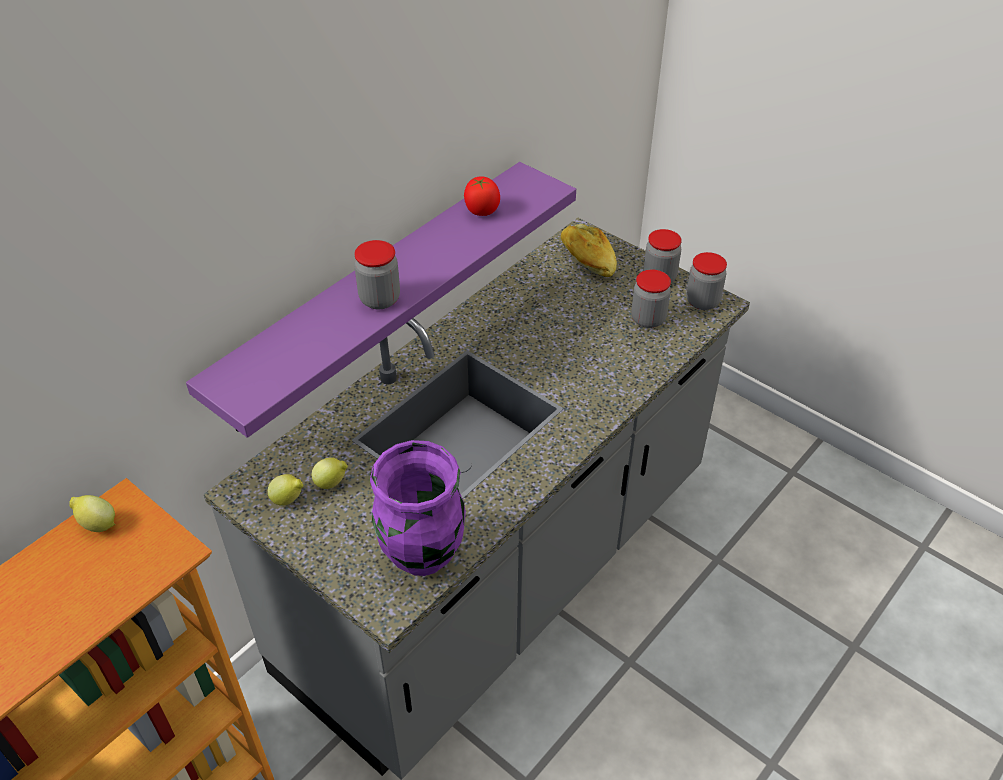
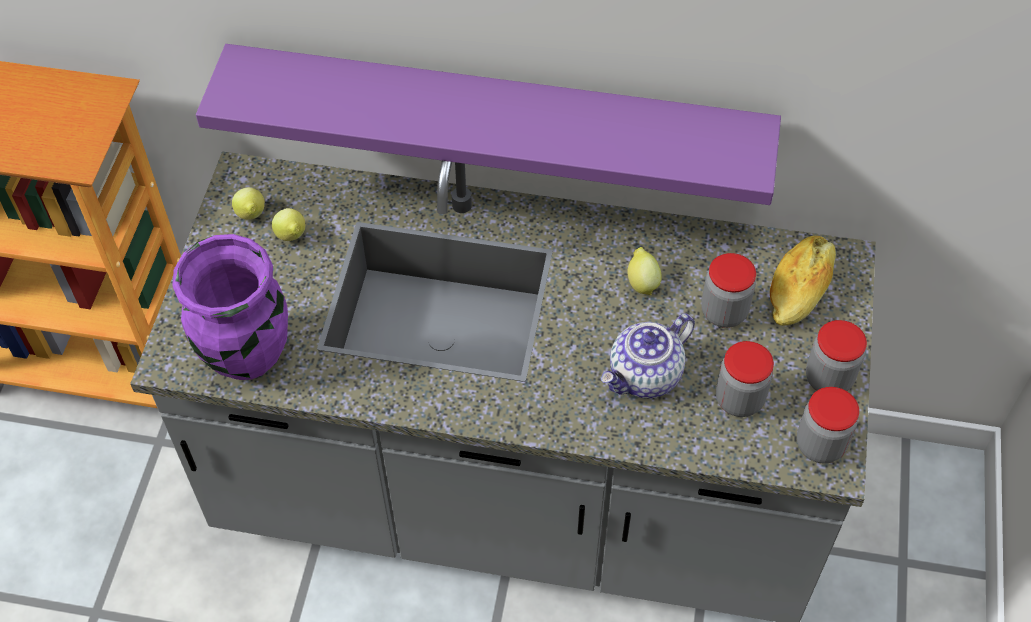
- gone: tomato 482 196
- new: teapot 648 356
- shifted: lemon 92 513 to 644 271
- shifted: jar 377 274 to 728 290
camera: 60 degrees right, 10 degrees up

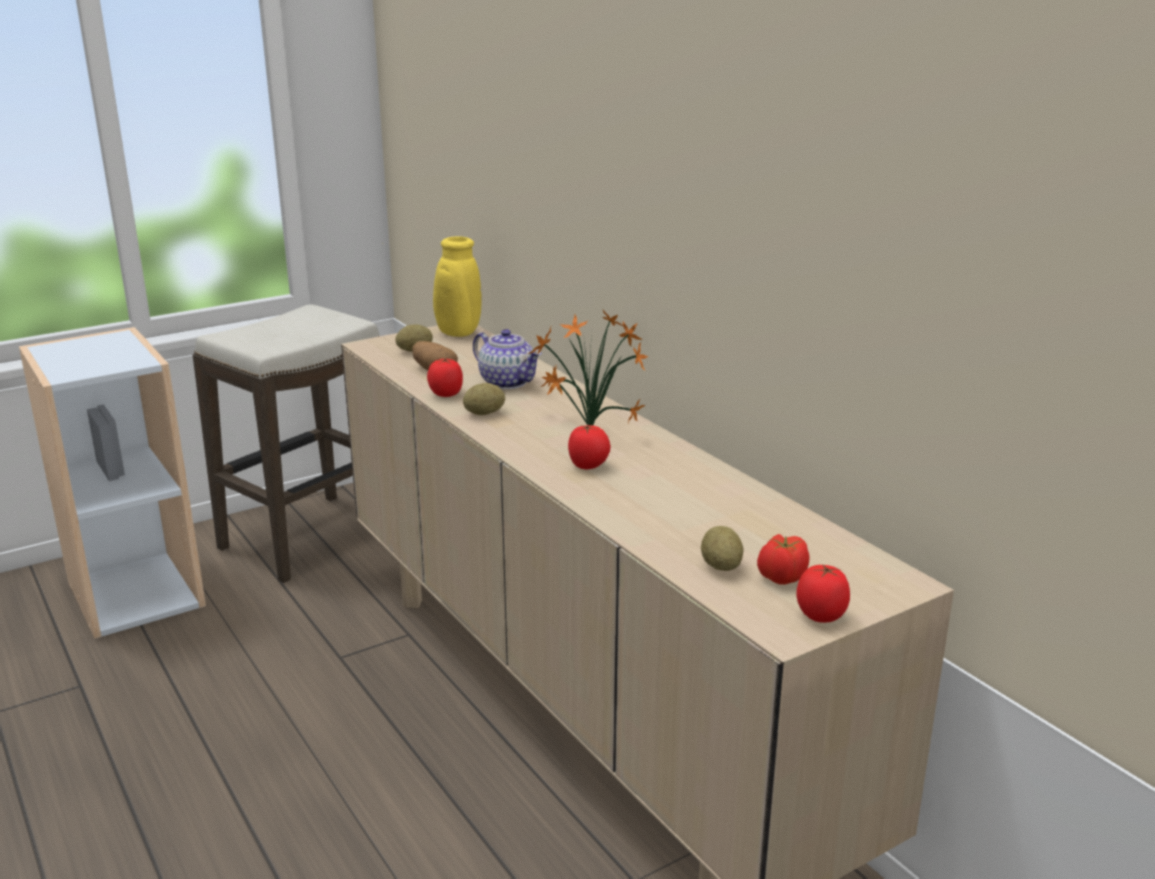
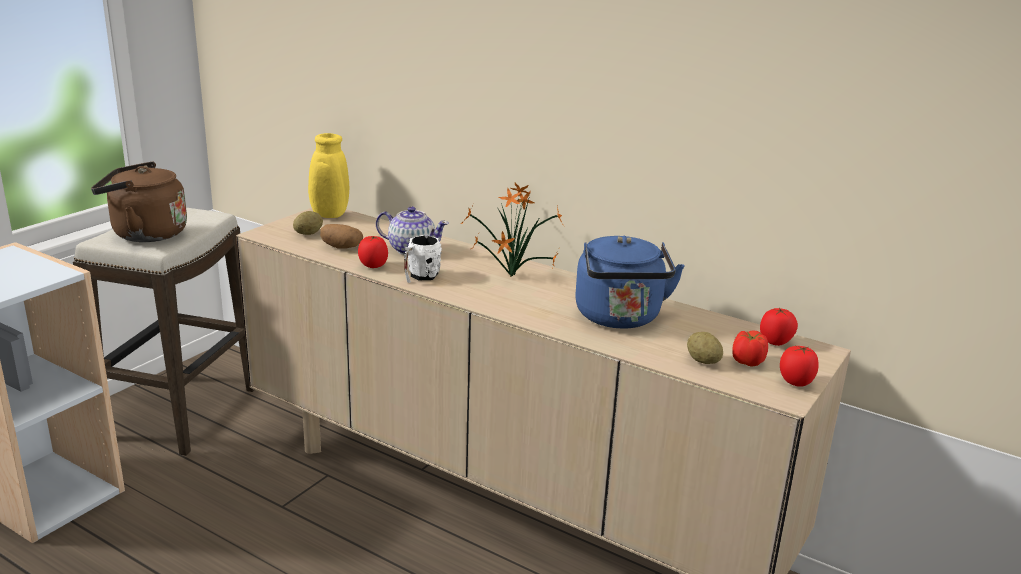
- new: brown kettle 139 202
- new: blue kettle 630 282
- shifted: tomato 589 447 to 779 327
- swapped: potato 484 399 to white mug 423 259
camera: 25 degrees left, 0 degrees up

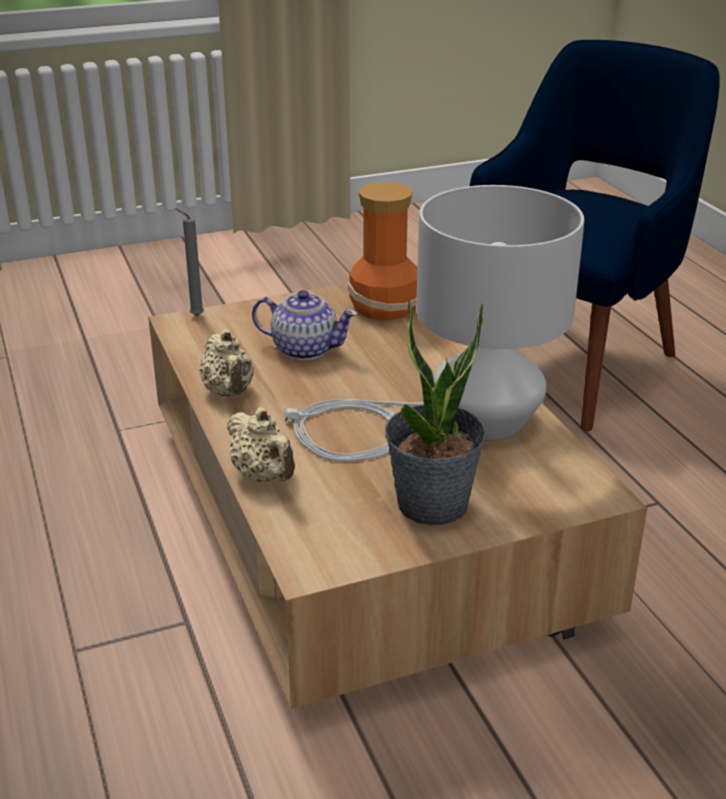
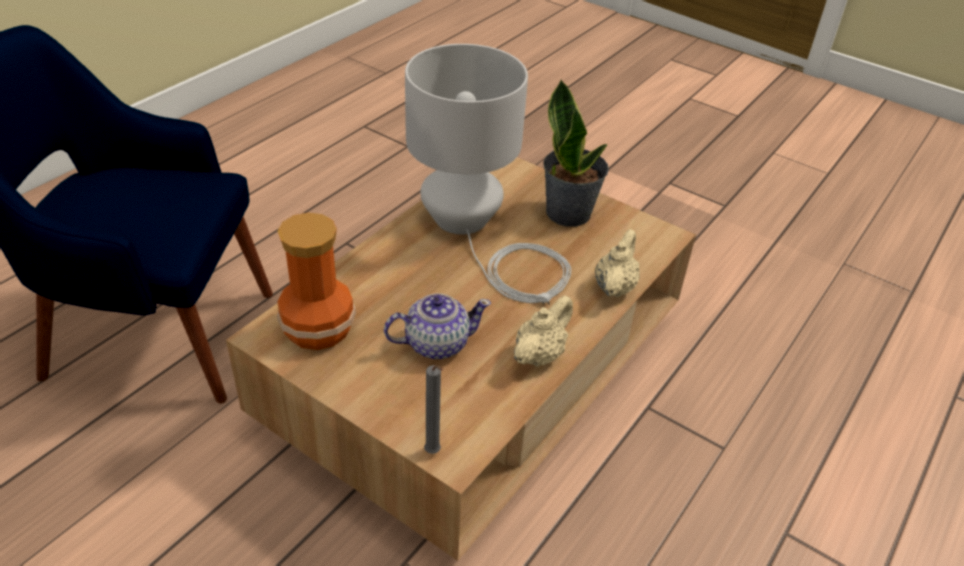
- rotated: teapot 305 325 = 437 326 90 degrees clockwise
camera: 125 degrees left, 10 degrees up

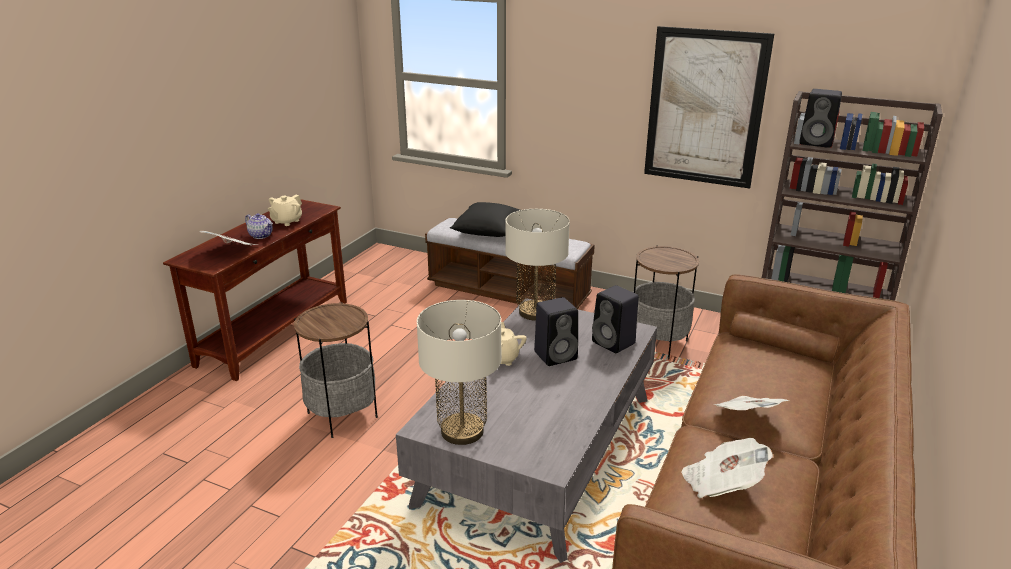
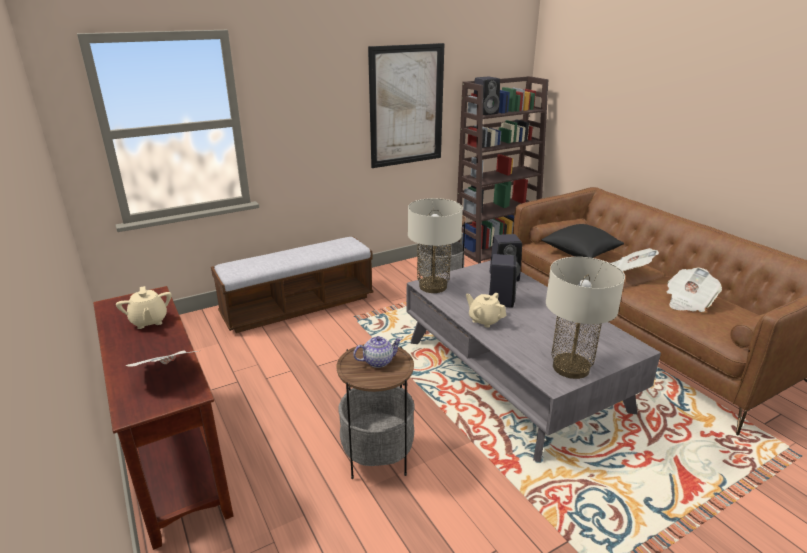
- shifted: teapot 259 226 to 377 352
- shifted: black pillow 485 219 to 582 241
camera: 55 degrees left, 0 degrees up

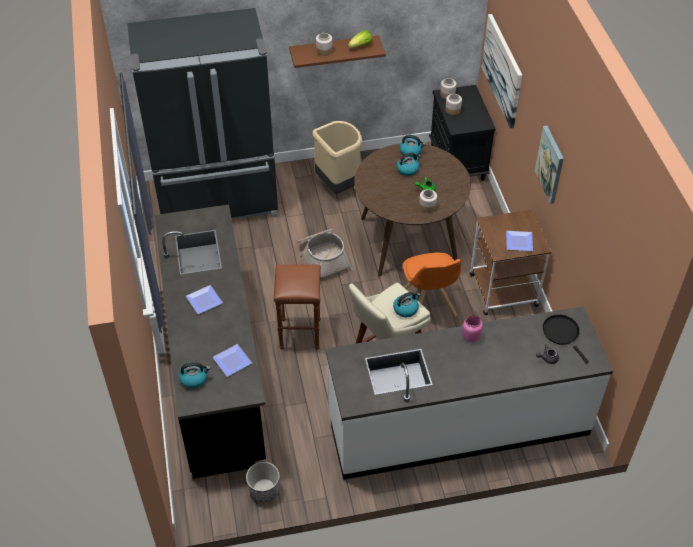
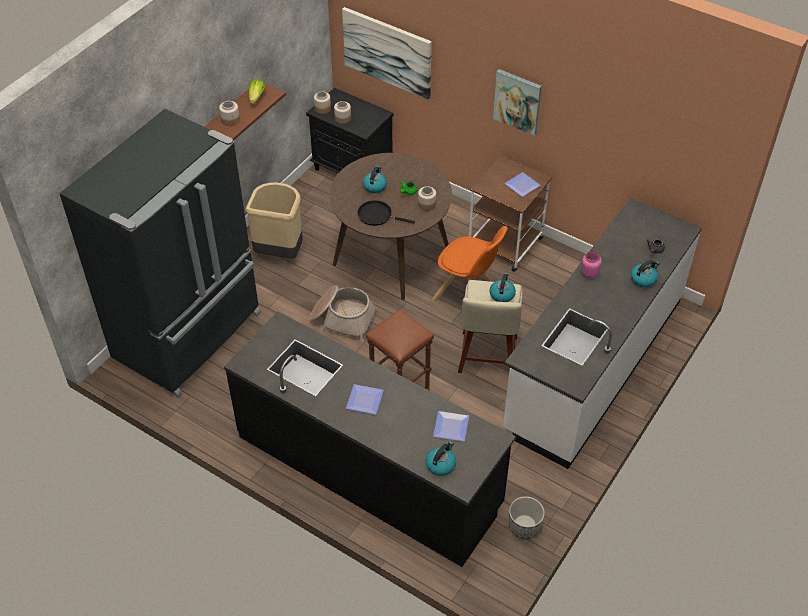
- shifted: kettle 413 146 to 645 274
- shifted: black frying pan 566 339 to 386 213
camera: 45 degrees left, 0 degrees up

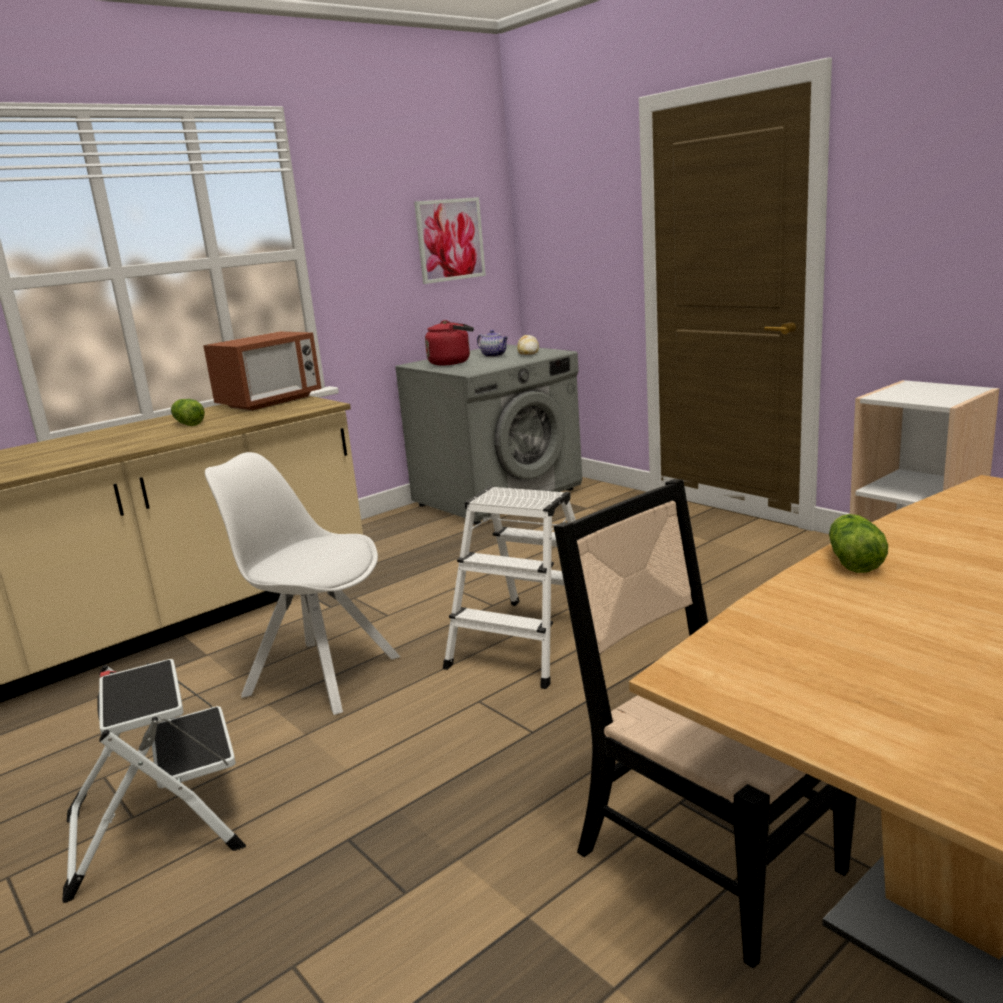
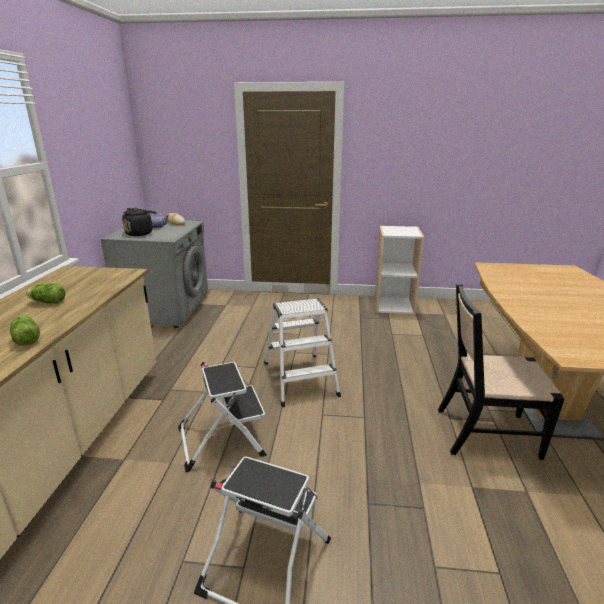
- gone: microwave 262 371
- gone: picture 450 240
- shifted: lettuce 858 543 to 25 331
- swapped: white chair 302 583 to step ladder 222 417
- repainted: red kettle 449 343 to black kettle 139 222
camera: 45 degrees left, 5 degrees up

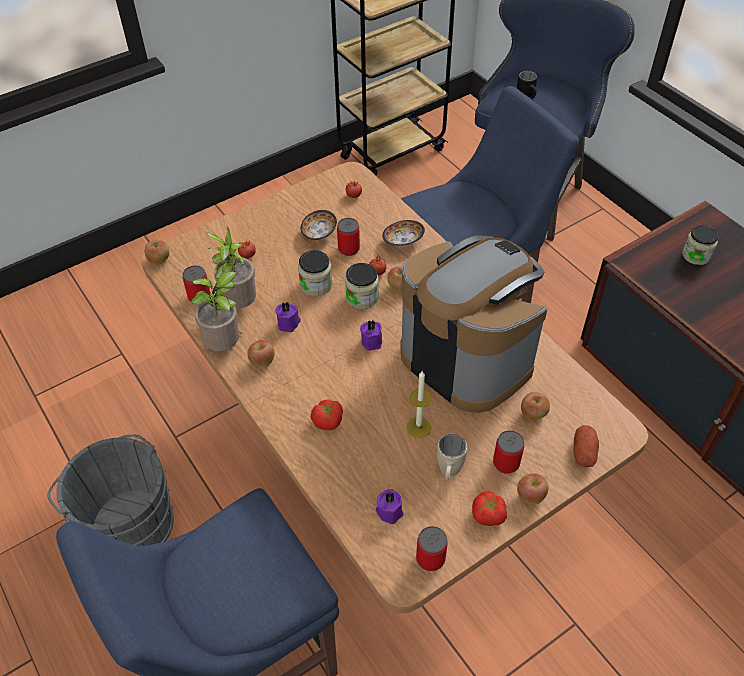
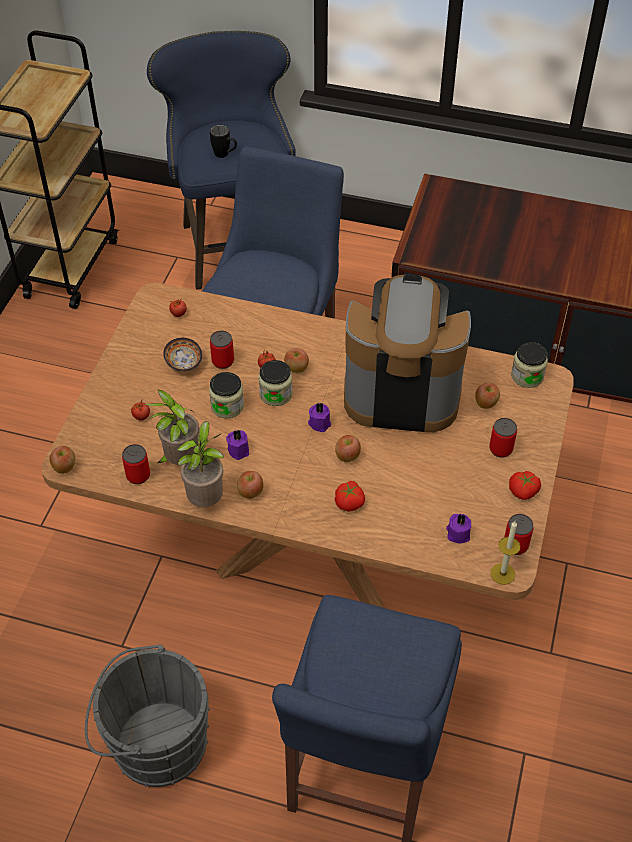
- gone: bowl 403 233
- gone: beige mug 452 457
- gone: potato 586 446
- shifted: candle 419 404 to 505 553
- shifted: apple 532 488 to 348 448
- shifted: jar 700 245 to 529 365
camera: 40 degrees left, 0 degrees up

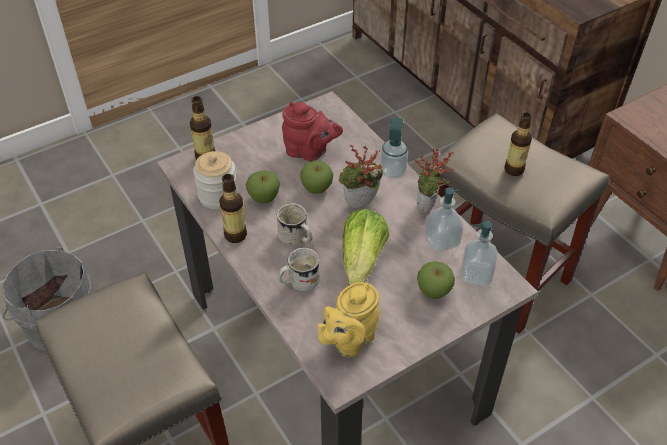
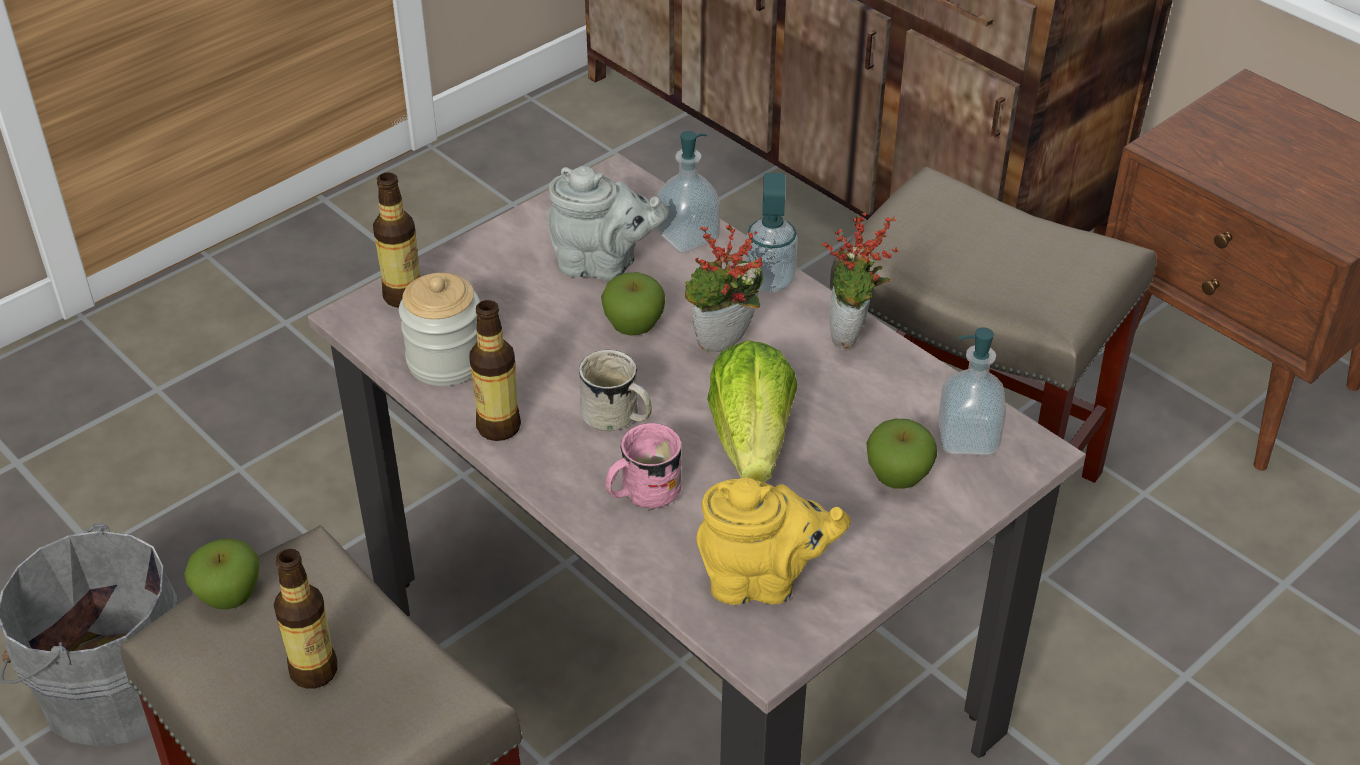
- shifted: apple 262 187 to 222 574
- shifted: soap dispenser 443 220 to 688 192
- shifted: bottle 518 144 to 305 619
- repainted: white mug 299 269 to pink mug 643 467
- repainted: red teapot 312 132 to grey teapot 608 223
- rotated: yellow teapot 349 319 = 774 541 120 degrees counterclockwise
camera: 10 degrees left, 5 degrees down

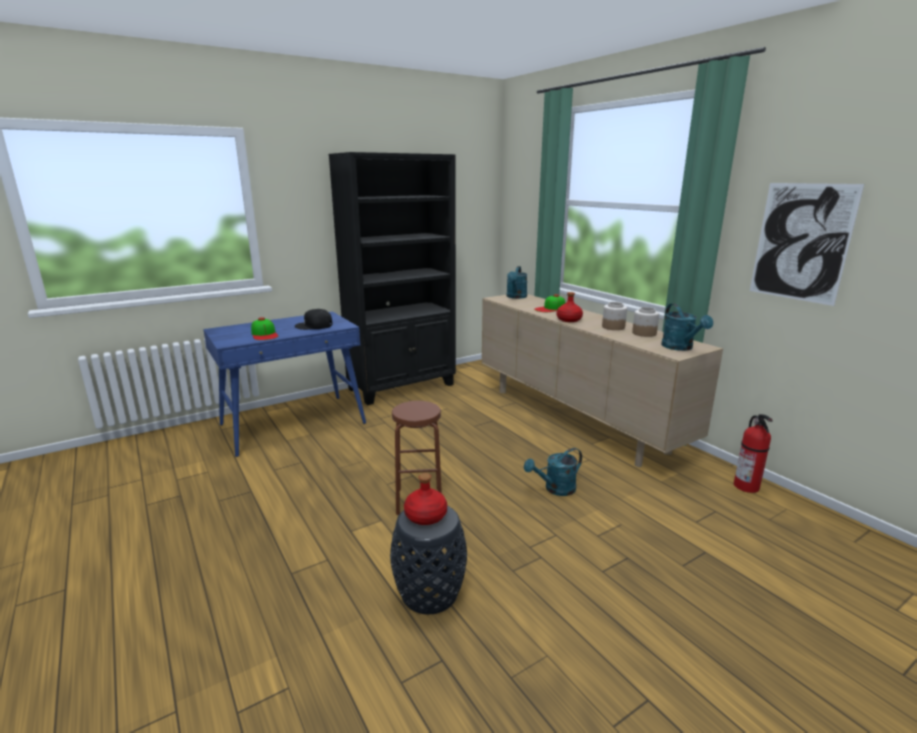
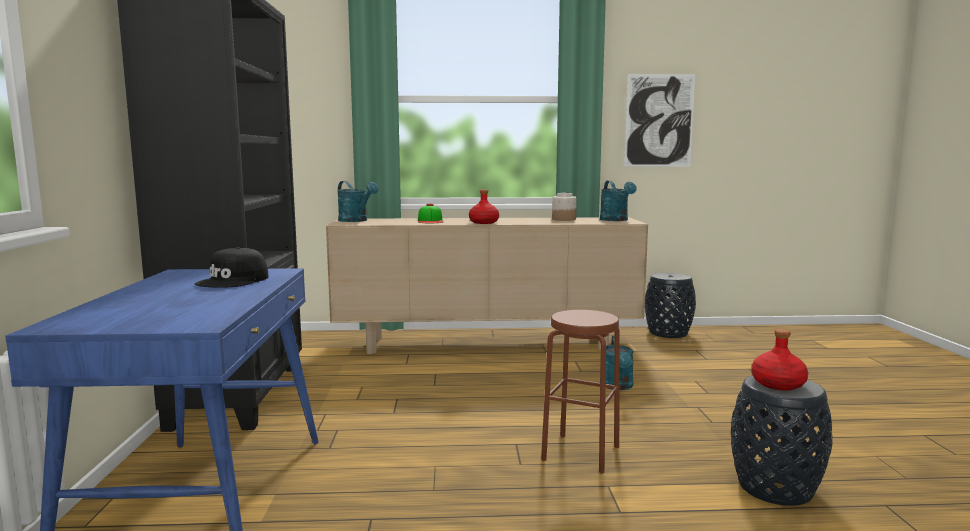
- gone: cap 264 328
- gone: jar 614 316
- swapped: fire extinguisher 753 453 to black stool 670 305
- rotated: turquoise watering can 687 327 = 618 201 60 degrees clockwise
camera: 60 degrees left, 10 degrees down

